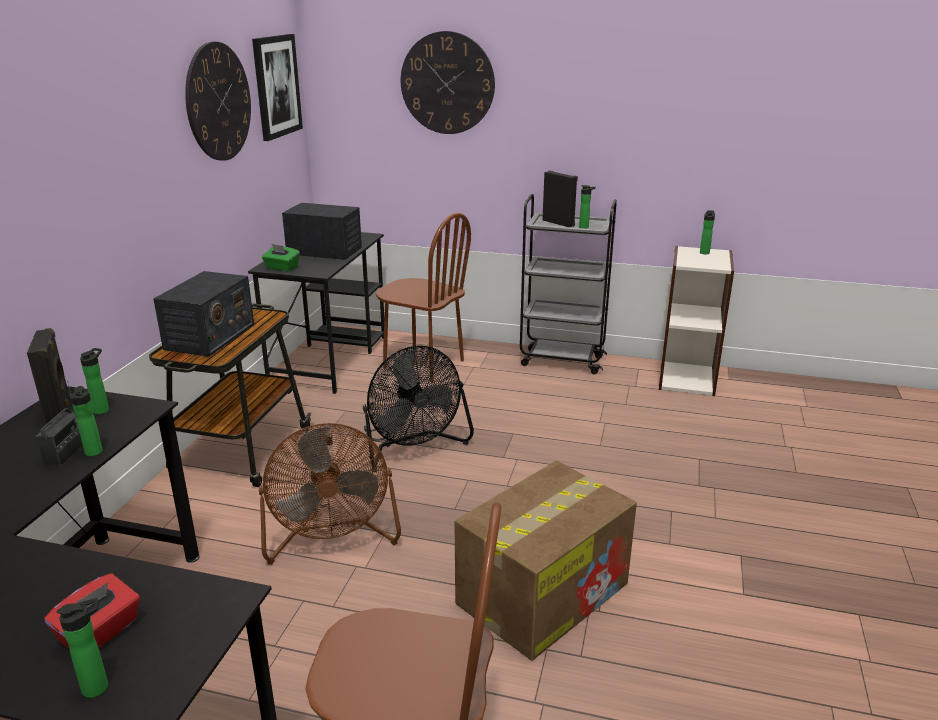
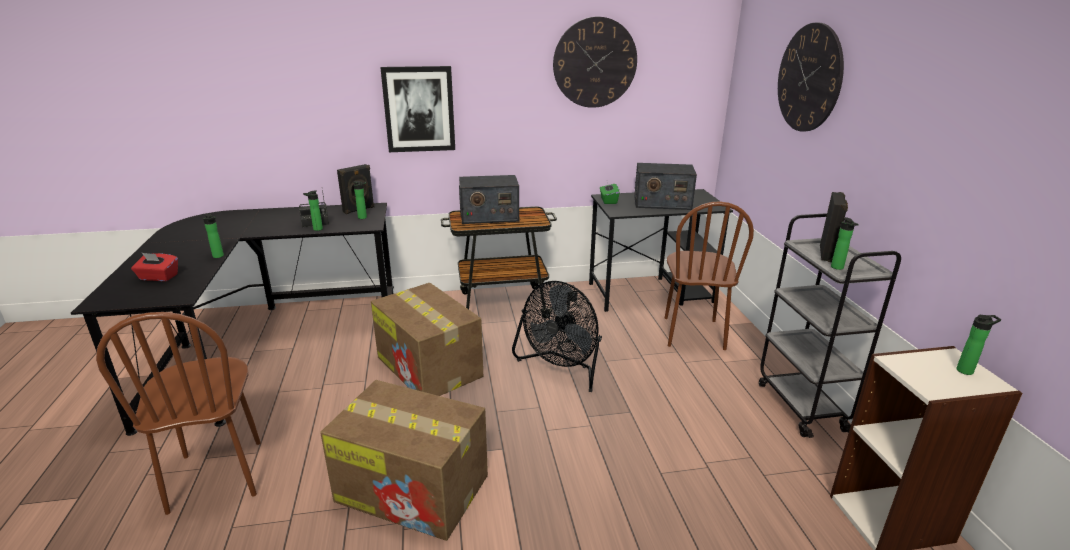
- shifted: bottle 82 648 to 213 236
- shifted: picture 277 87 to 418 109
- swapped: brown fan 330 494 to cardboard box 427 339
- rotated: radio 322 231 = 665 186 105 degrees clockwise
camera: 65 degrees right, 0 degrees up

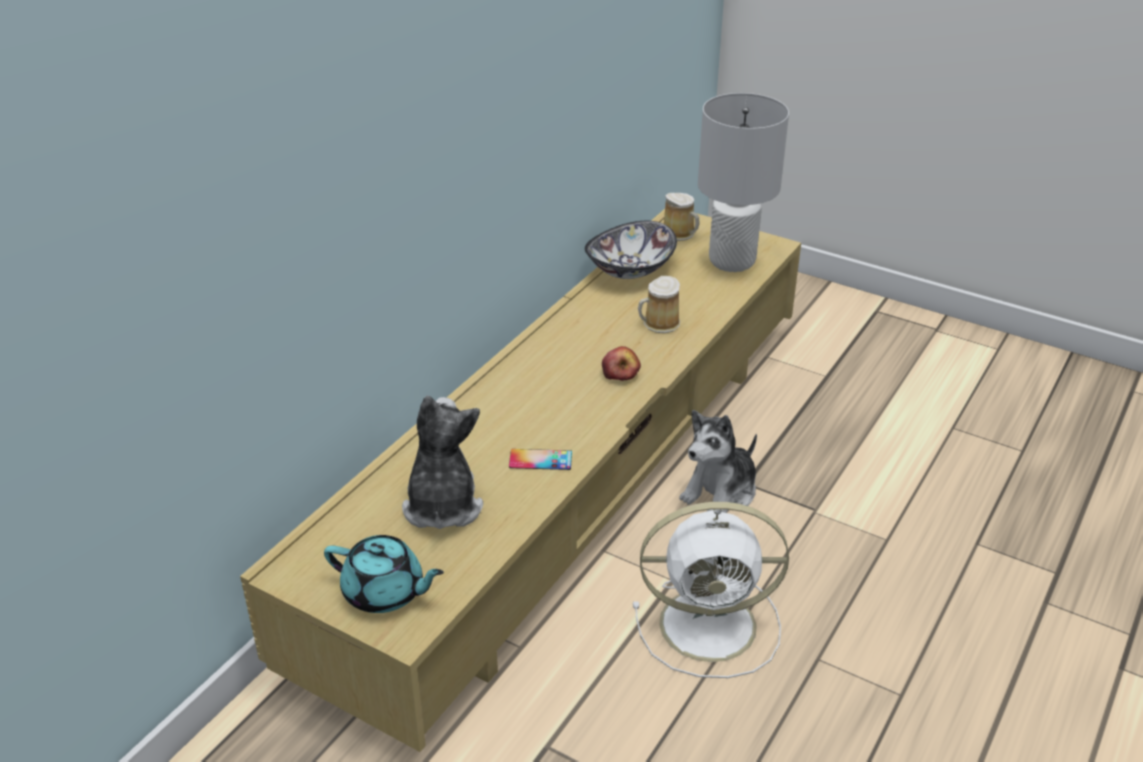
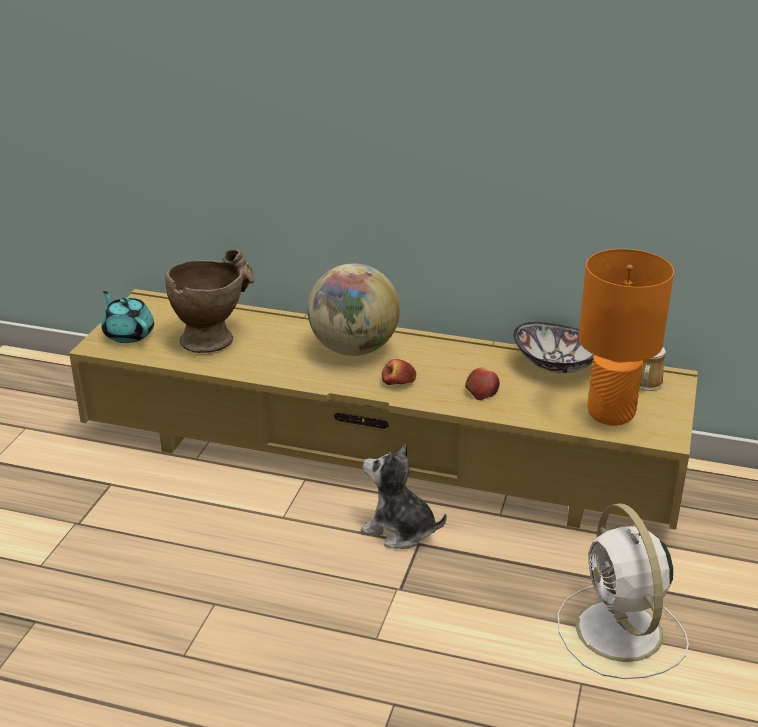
- gone: phone 540 459
- new: globe 353 310
- shifted: white fan 711 590 to 623 591
- swapped: plush toy 442 462 to beige vase 210 301
- swapped: mug 659 304 to apple 482 384
- repainted: grey table lamp 743 182 to orange table lamp 626 337
- rotated: turquoise teapot 384 574 = 127 317 135 degrees clockwise
camera: 75 degrees right, 5 degrees down

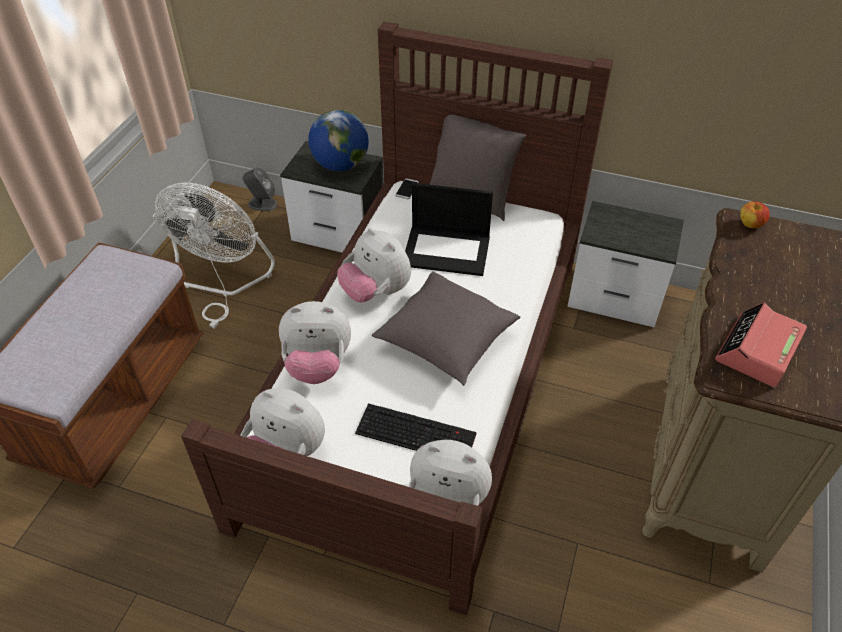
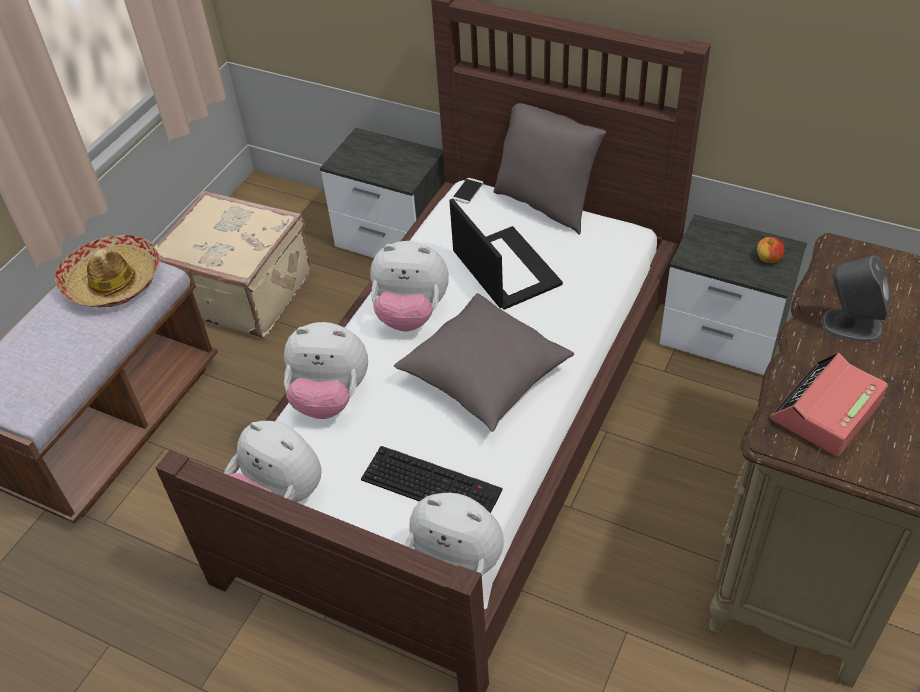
- gone: globe 338 140
- new: hat 107 271
- shifted: grey speaker 260 189 to 855 299
- shifted: apple 755 214 to 771 250
- swapped: white fan 214 255 to beige suitcase 233 264
- rotated: plush toy 374 265 = 409 286 45 degrees counterclockwise
- rotated: laptop 449 229 = 506 254 135 degrees counterclockwise
camera: 10 degrees right, 0 degrees up

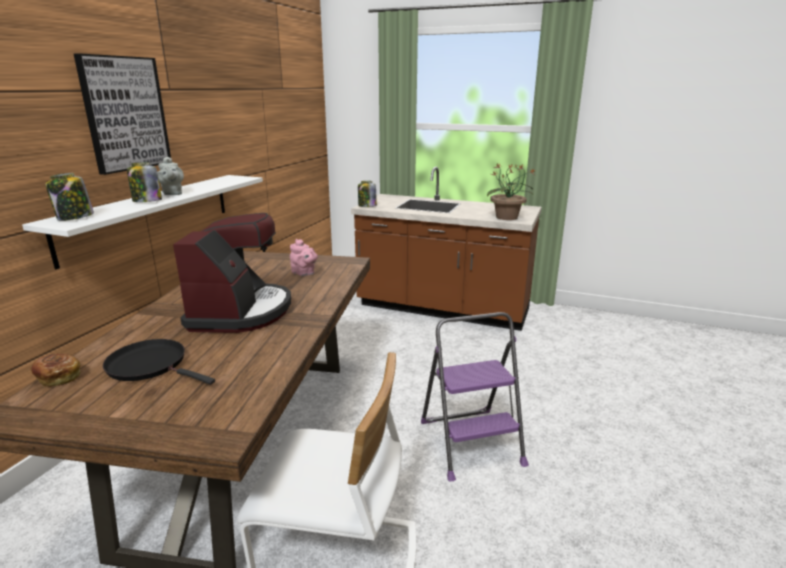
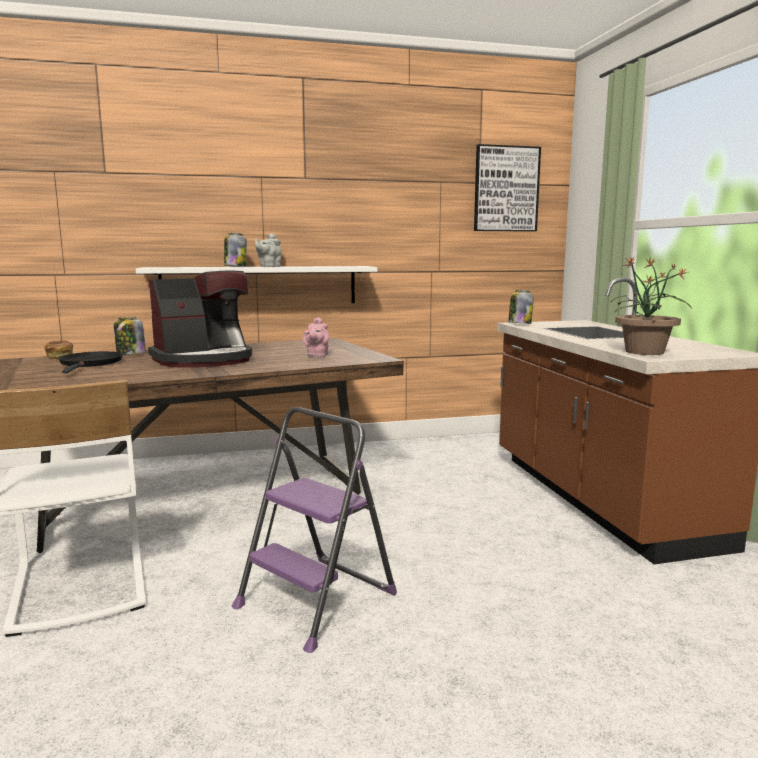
- shifted: jar 69 197 to 130 336
- shifted: picture 122 114 to 507 188
camera: 55 degrees right, 10 degrees down

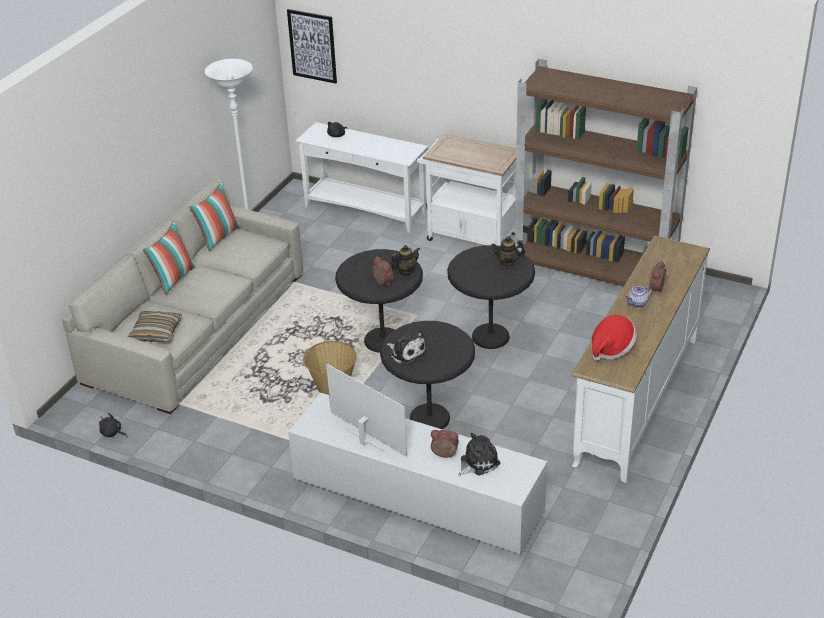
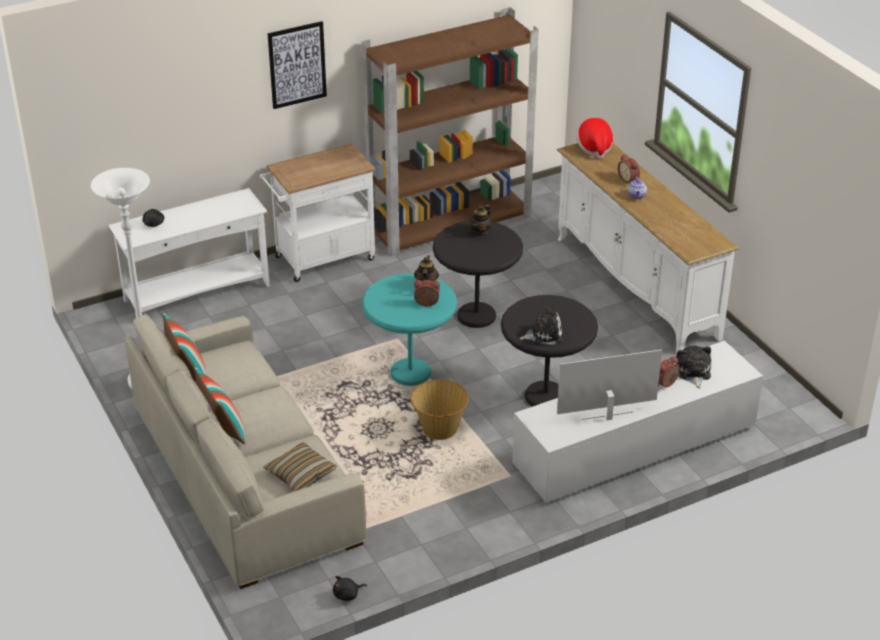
- shifted: picture 312 46 to 297 65
- shifted: hat 614 338 to 595 138
- repainted: black side table 379 301 to turquoise side table 409 329
camera: 55 degrees left, 0 degrees up

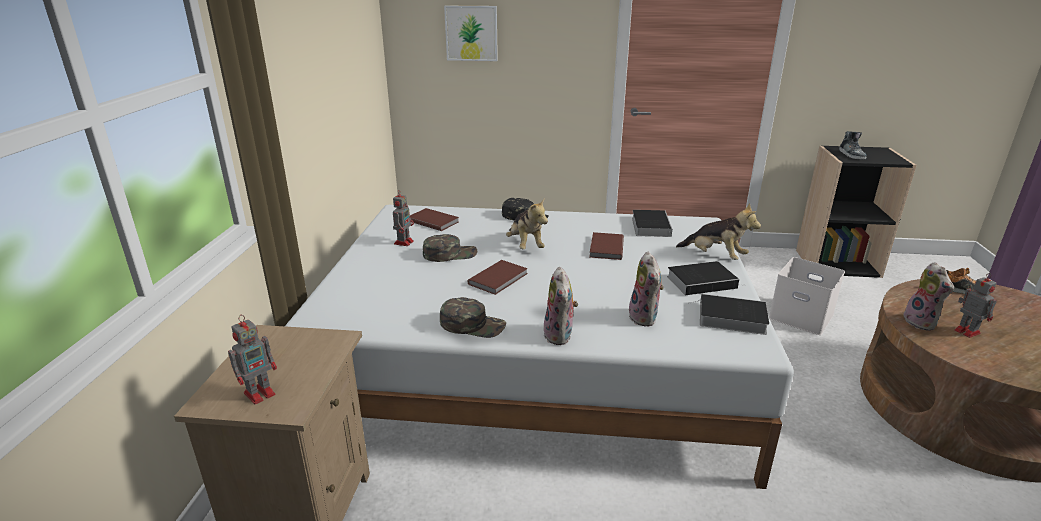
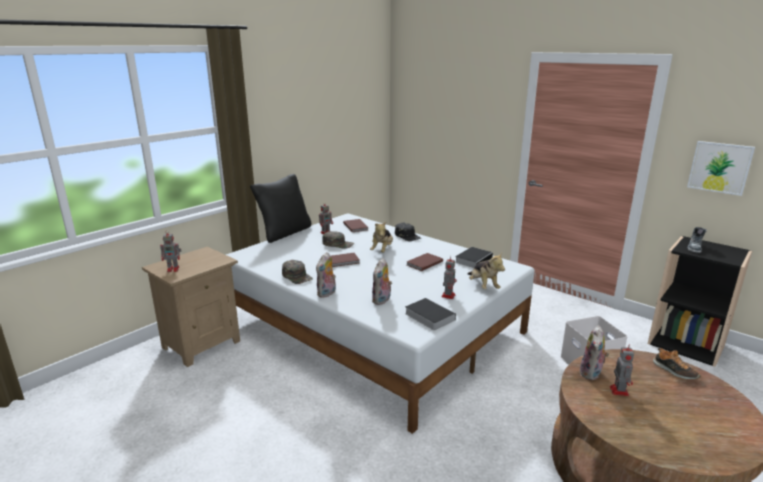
- new: black pillow 280 208
- shifted: picture 471 33 to 721 168
- swapped: book 706 278 to toy robot 449 277
camera: 35 degrees right, 5 degrees down

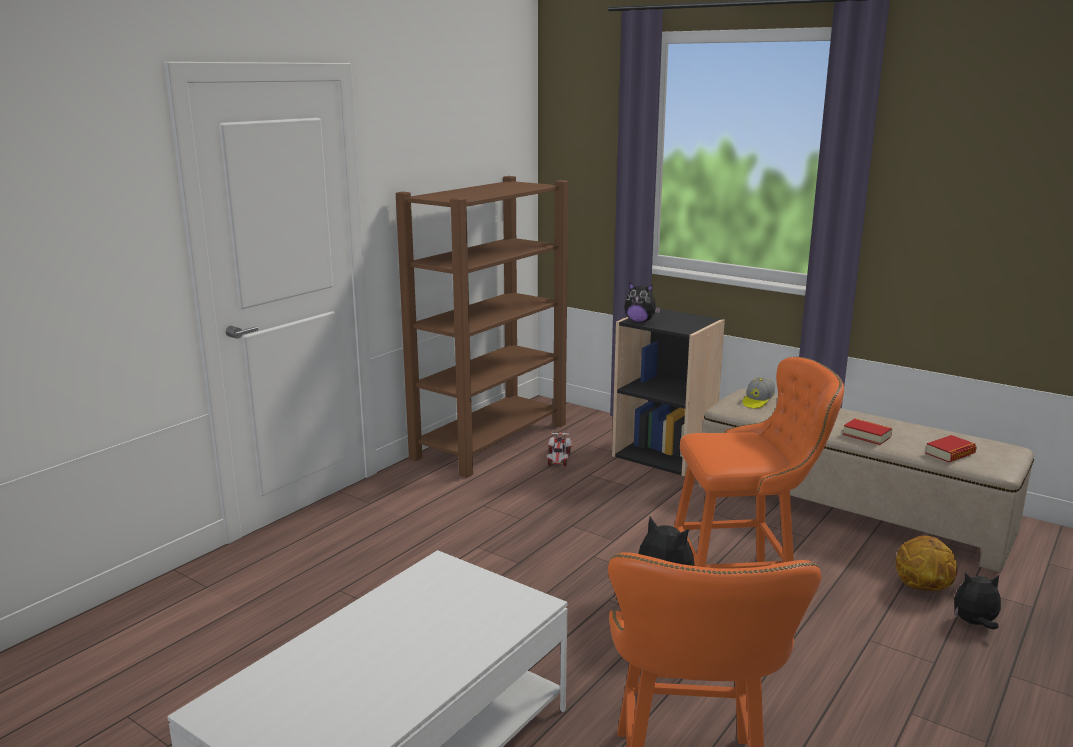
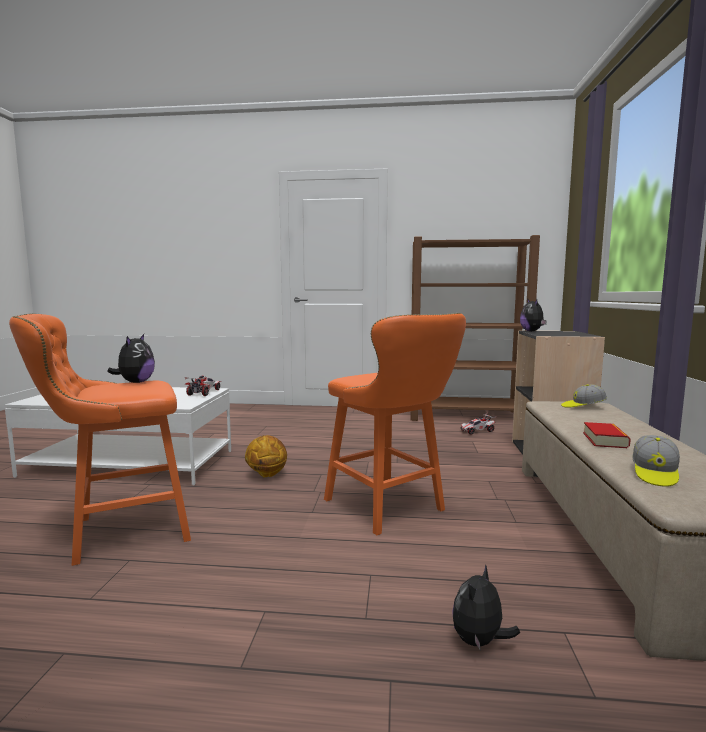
- new: toy car 203 386
- shifted: basketball 926 563 to 266 456
- swapped: book 951 448 to cap 656 461
- rotated: plush toy 977 601 = 486 607 120 degrees counterclockwise
camera: 60 degrees right, 10 degrees down

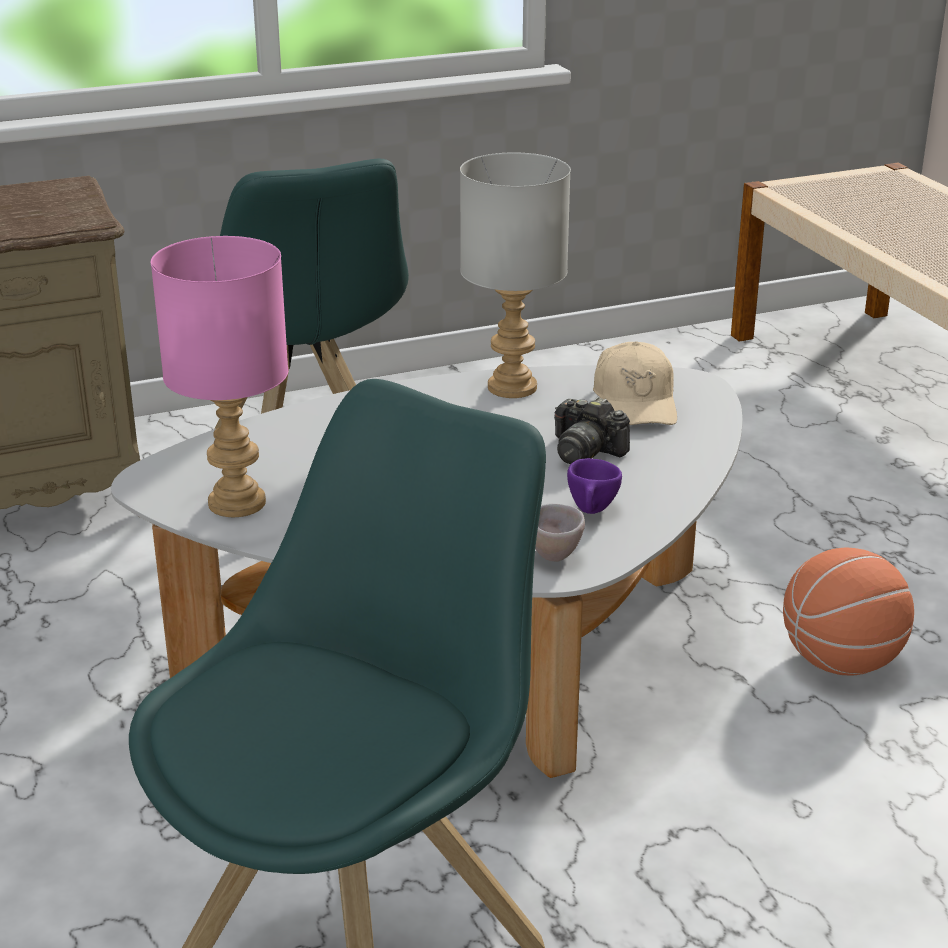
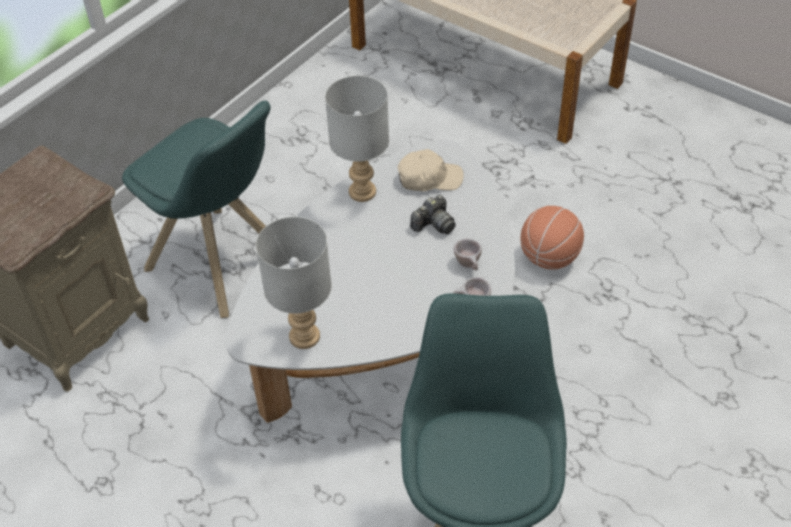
- repainted: pink table lamp 220 376 to grey table lamp 294 283
- repainted: purple cup 594 486 to beige cup 468 254
- rotated: photo camera 592 430 = 433 214 45 degrees counterclockwise
- rotated: beige cap 635 383 = 430 170 60 degrees counterclockwise
camera: 30 degrees left, 20 degrees up

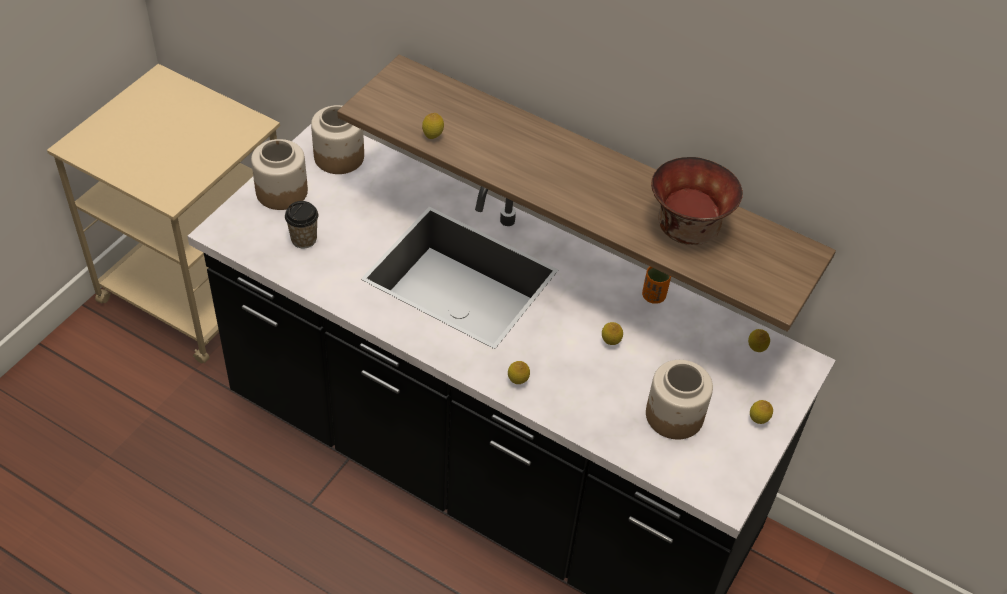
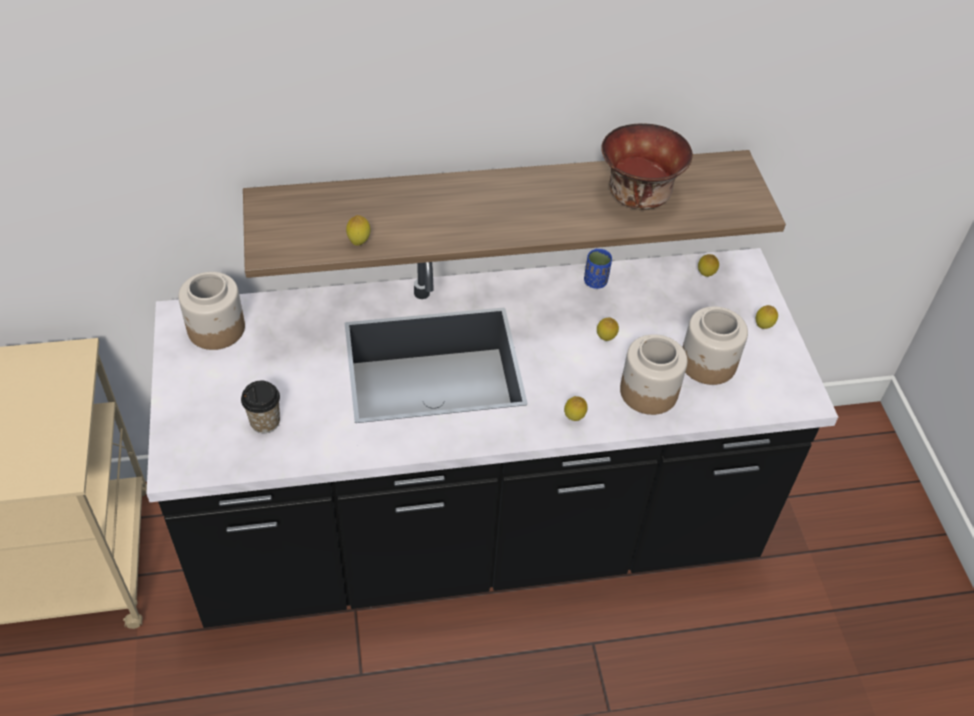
- shifted: jar 279 174 to 654 374
- repainted: orange cup 656 285 to blue cup 598 269
camera: 40 degrees left, 0 degrees up

